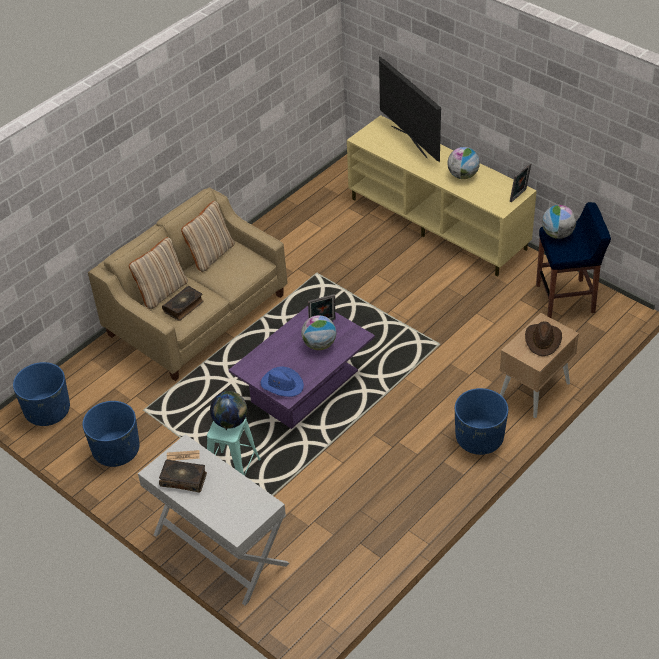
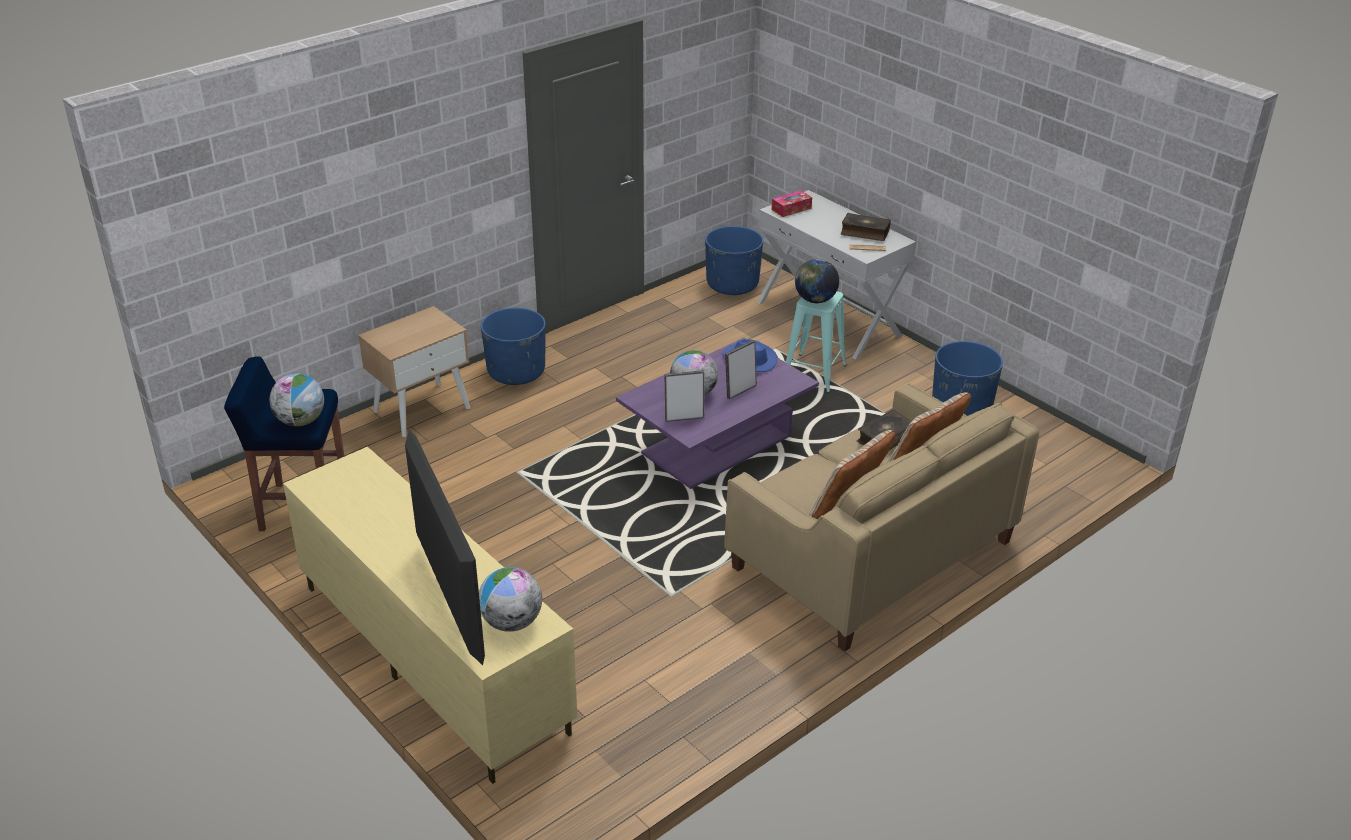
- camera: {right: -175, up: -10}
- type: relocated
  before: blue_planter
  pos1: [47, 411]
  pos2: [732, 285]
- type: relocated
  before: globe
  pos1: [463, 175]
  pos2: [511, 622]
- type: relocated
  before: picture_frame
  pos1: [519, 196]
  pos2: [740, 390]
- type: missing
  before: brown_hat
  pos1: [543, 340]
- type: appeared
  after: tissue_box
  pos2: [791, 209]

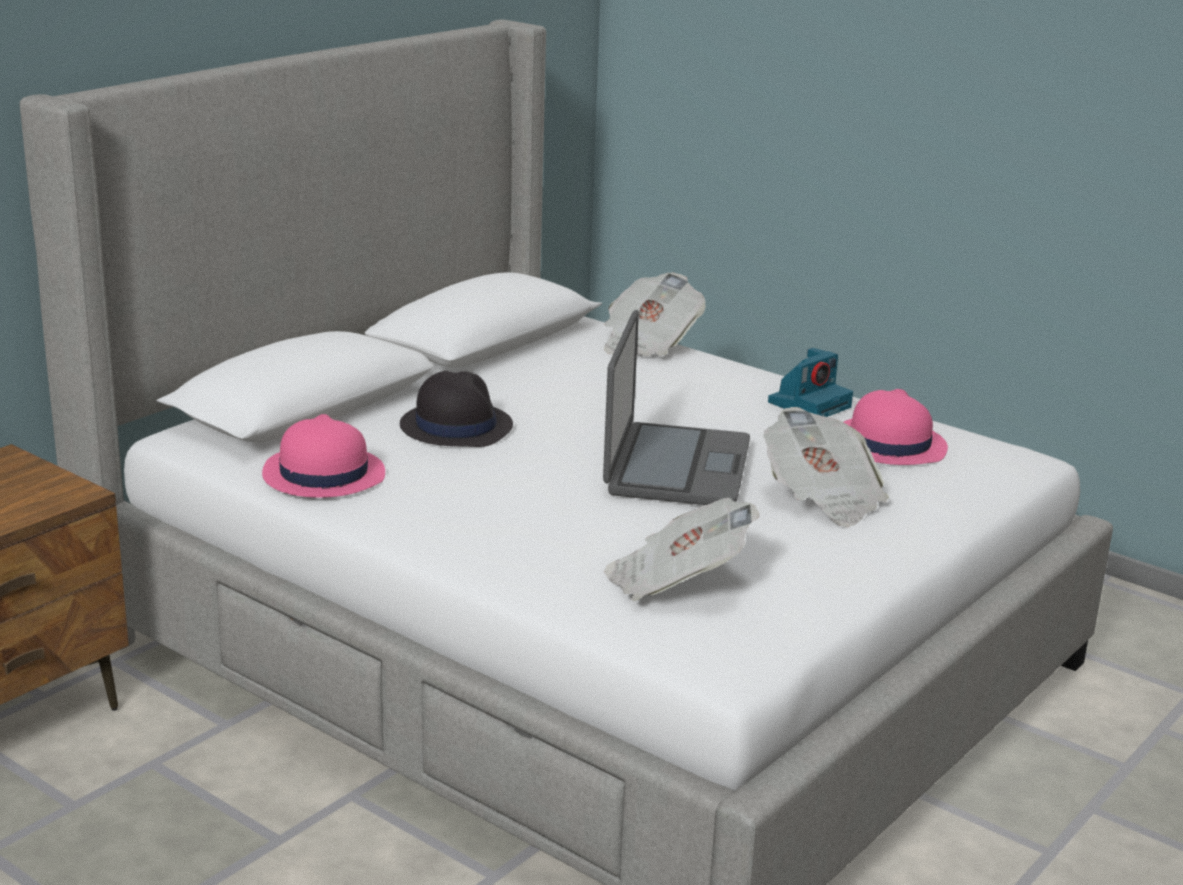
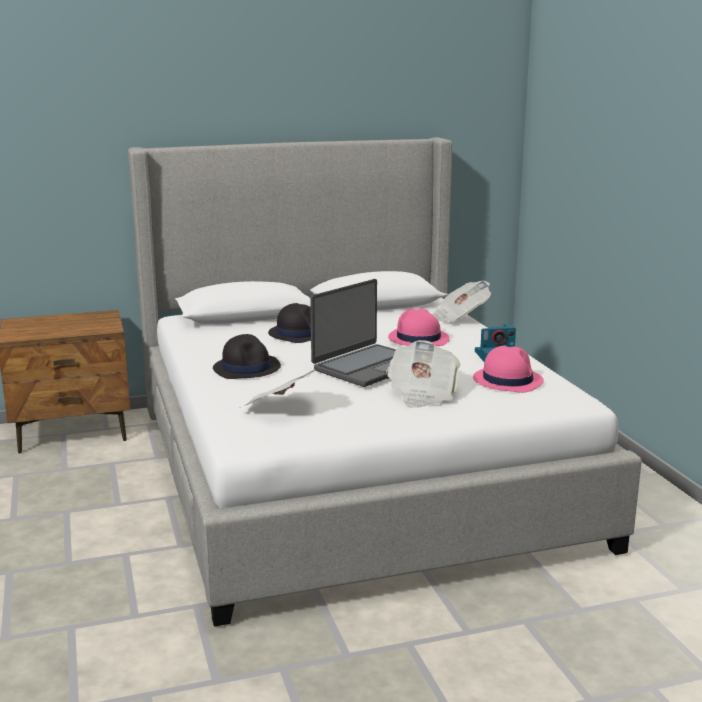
- camera: {right: 35, up: -5}
- type: relocated
  before: pink_hat
  pos1: [322, 474]
  pos2: [418, 338]
- type: appeared
  after: black_hat
  pos2: [247, 368]

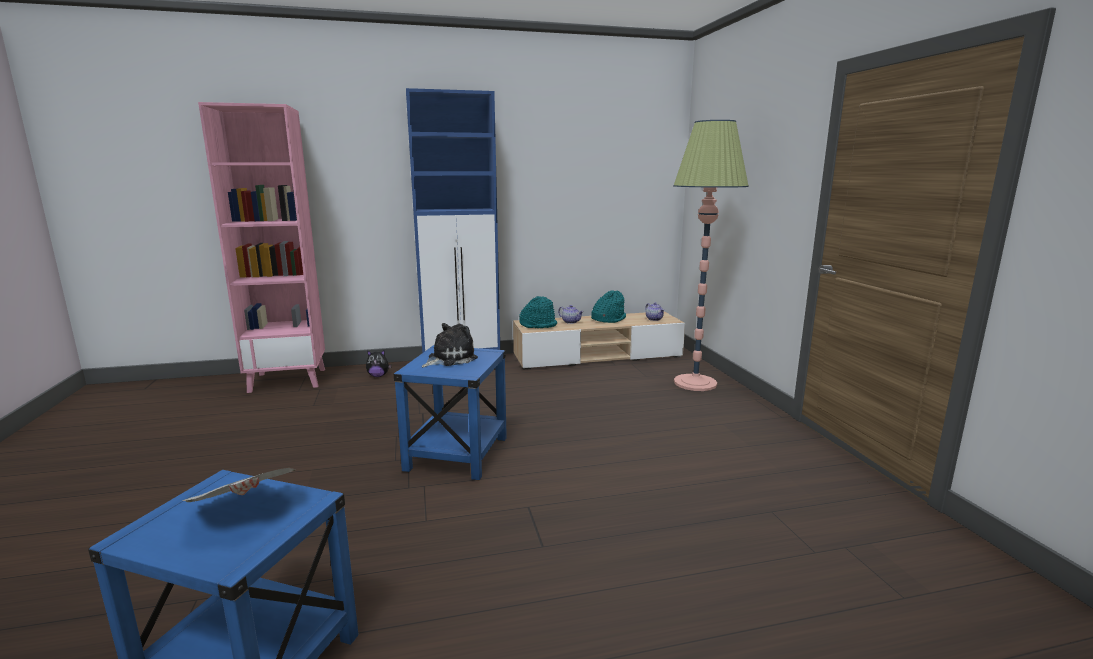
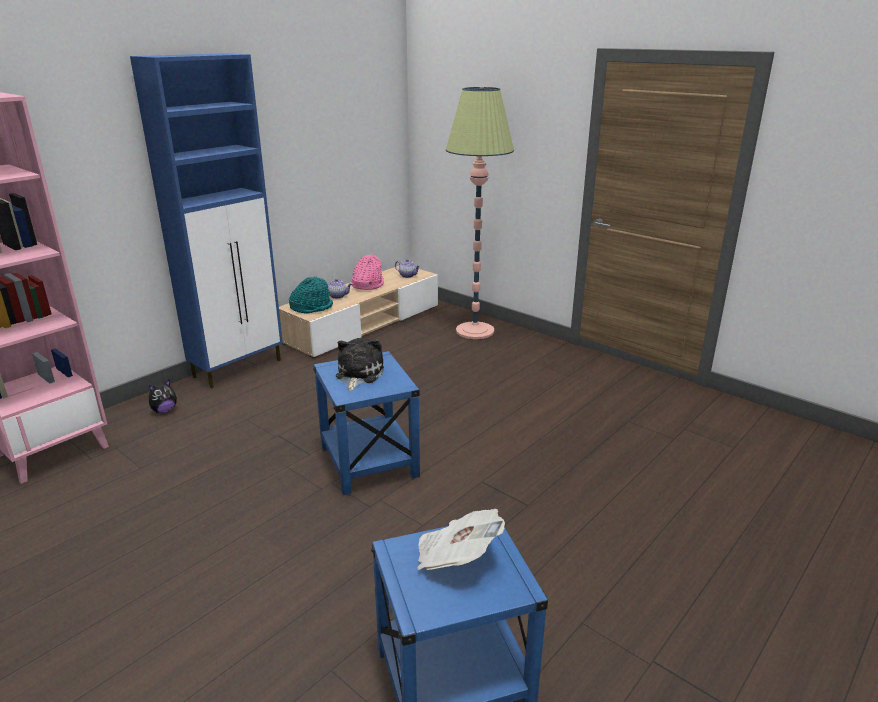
- camera: {right: -35, up: 10}
- type: colour
  before: turquoise_hat
  after: pink_hat
  pos1: [608, 319]
  pos2: [367, 285]

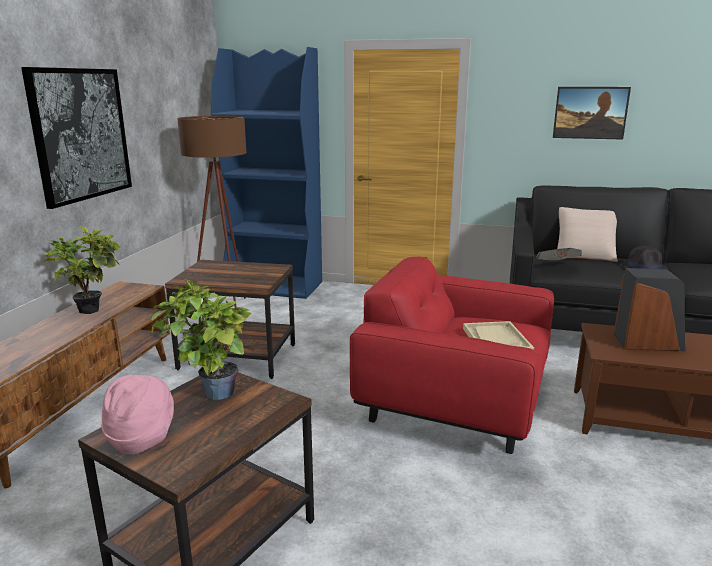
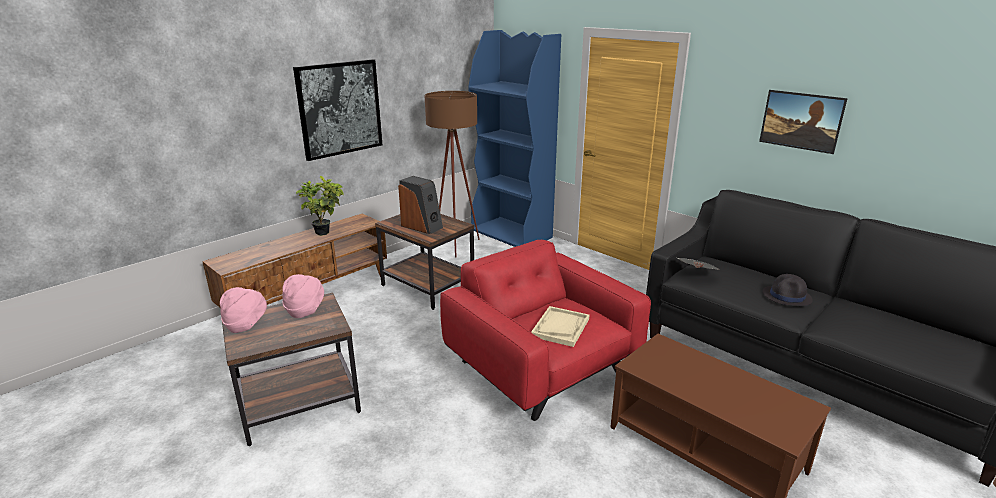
- camera: {right: 30, up: 5}
- type: exchanged
  before: potted_plant
  after: pink_hat
  pos1: [211, 394]
  pos2: [305, 310]
- type: missing
  before: beige_pillow
  pos1: [584, 255]
- type: relocated
  before: speaker
  pos1: [647, 342]
  pos2: [422, 226]

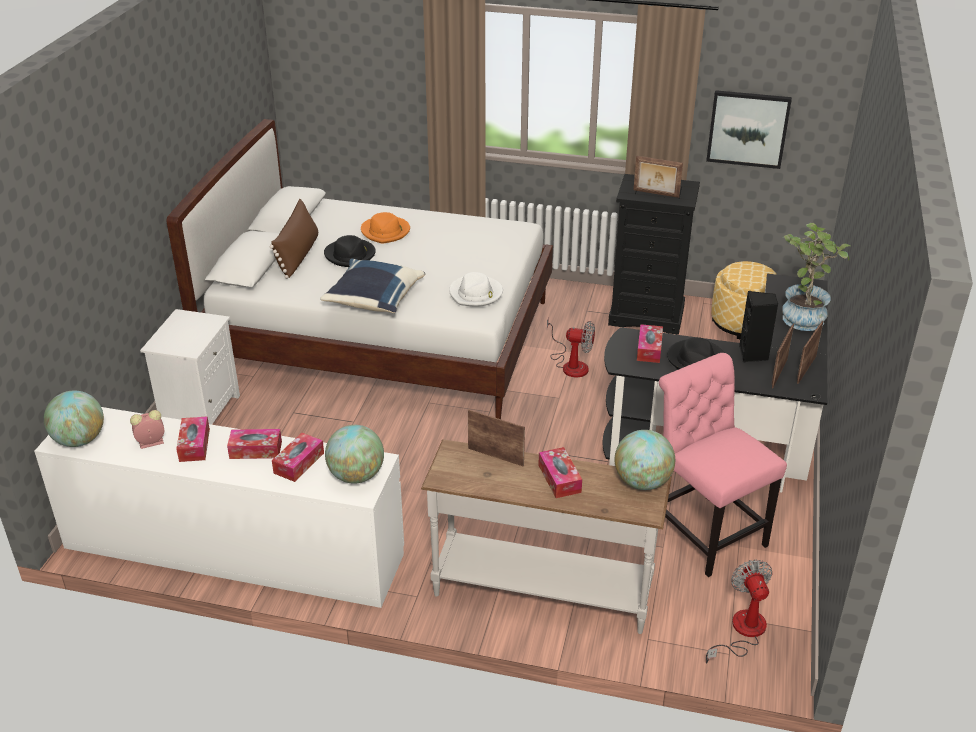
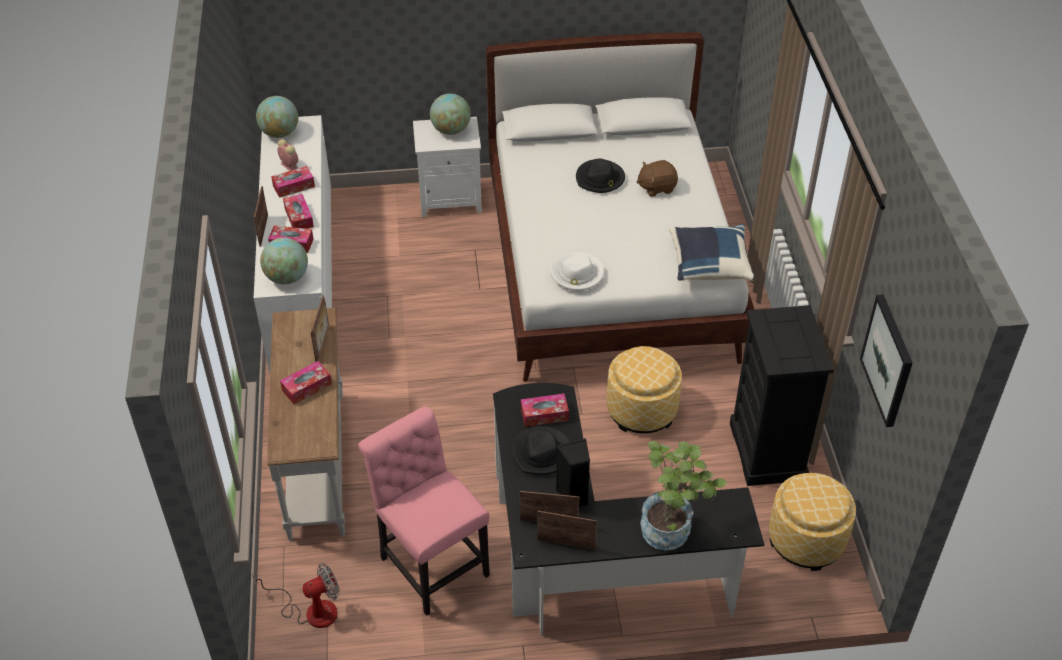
- camera: {right: 70, up: 10}
- type: missing
  before: brown_pillow
  pos1: [298, 255]
- type: relocated
  before: blue_pillow
  pos1: [373, 300]
  pos2: [709, 265]
- type: exchanged
  before: orange_hat
  after: brown_plush_toy
  pos1: [386, 232]
  pos2: [656, 187]
- type: exchanged
  before: fan
  after: ottoman
  pos1: [571, 364]
  pos2: [641, 410]
- type: relocated
  before: globe
  pos1: [642, 482]
  pos2: [451, 130]
- type: relocated
  before: picture_frame
  pos1: [656, 194]
  pos2: [263, 230]
- type: spun
  before: pink_chair
  pos1: [705, 531]
  pos2: [431, 563]
  turn: -75

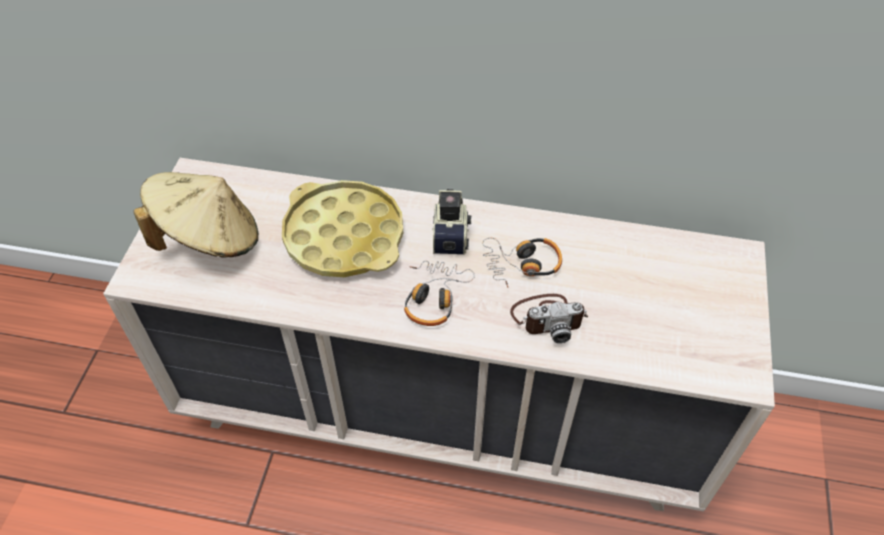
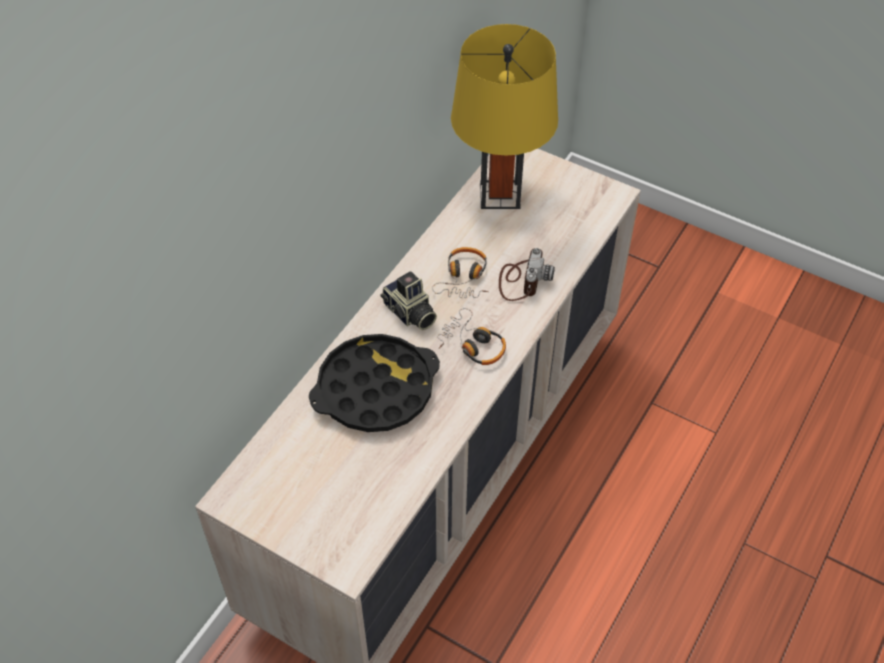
- camera: {right: -70, up: 0}
- type: missing
  before: beige_hat
  pos1: [209, 238]
- type: colour
  before: yellow_tray
  after: black_tray
  pos1: [344, 236]
  pos2: [375, 389]
- type: spun
  before: photo_camera
  pos1: [451, 234]
  pos2: [409, 313]
  turn: -150
- type: appeared
  after: yellow_table_lamp
  pos2: [500, 195]

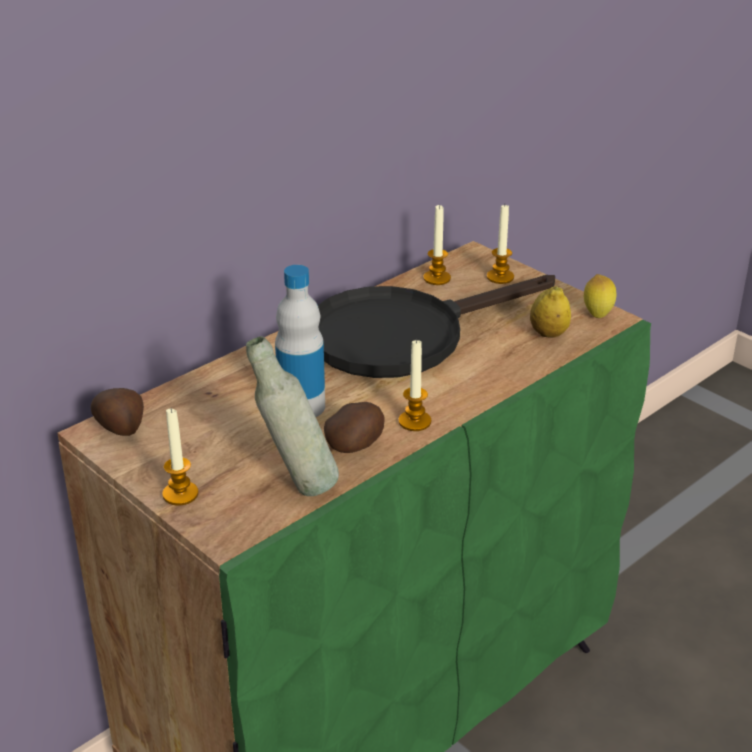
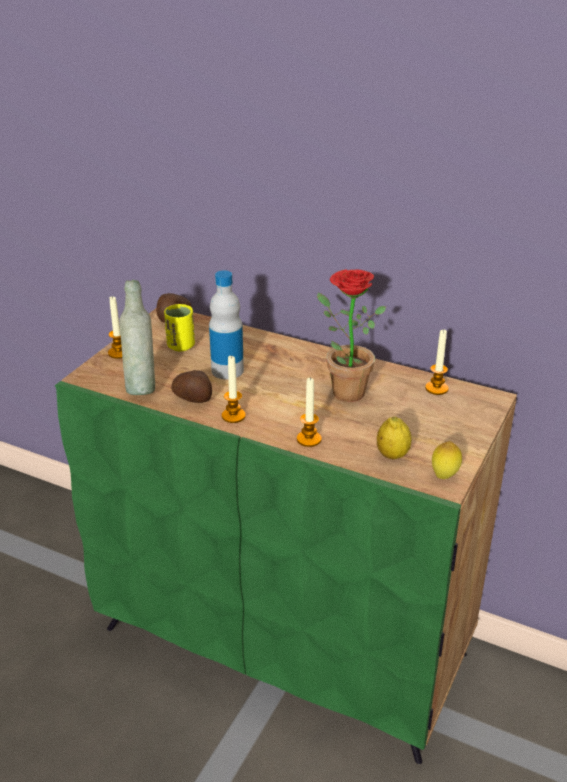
- camera: {right: 70, up: 0}
- type: exchanged
  before: black_frying_pan
  after: potted_plant
  pos1: [404, 335]
  pos2: [342, 390]
- type: relocated
  before: candle
  pos1: [500, 277]
  pos2: [309, 439]
- type: appeared
  after: yellow_cup
  pos2: [181, 346]

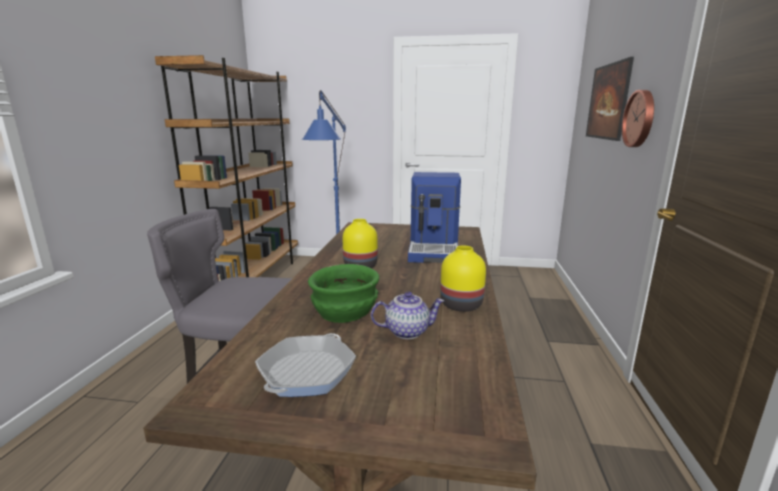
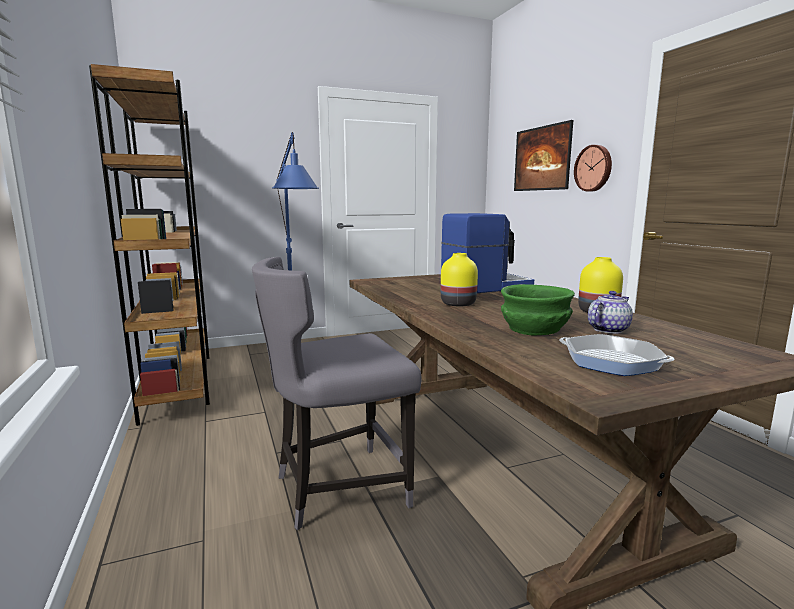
- camera: {right: -30, up: -5}
- type: spun
  before: frying_pan
  pos1: [306, 372]
  pos2: [611, 361]
  turn: -45
- type: spun
  before: coffee_machine
  pos1: [435, 249]
  pos2: [485, 287]
  turn: -90

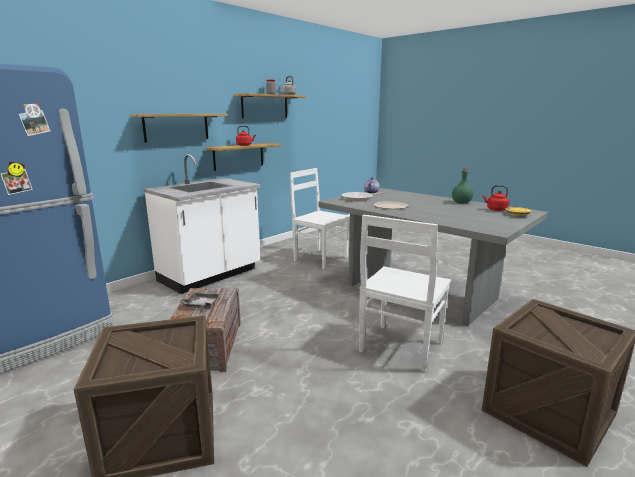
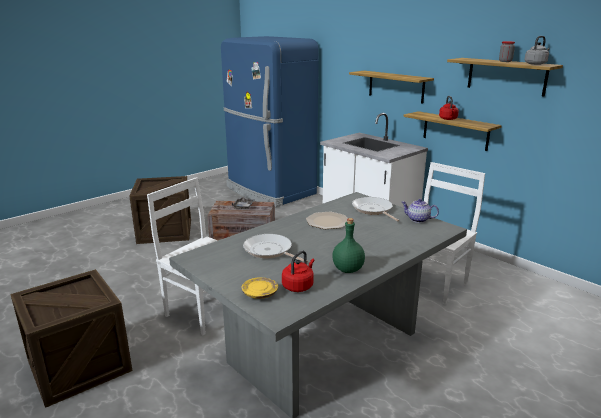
- camera: {right: 95, up: 5}
- type: appeared
  after: frying_pan
  pos2: [270, 251]

